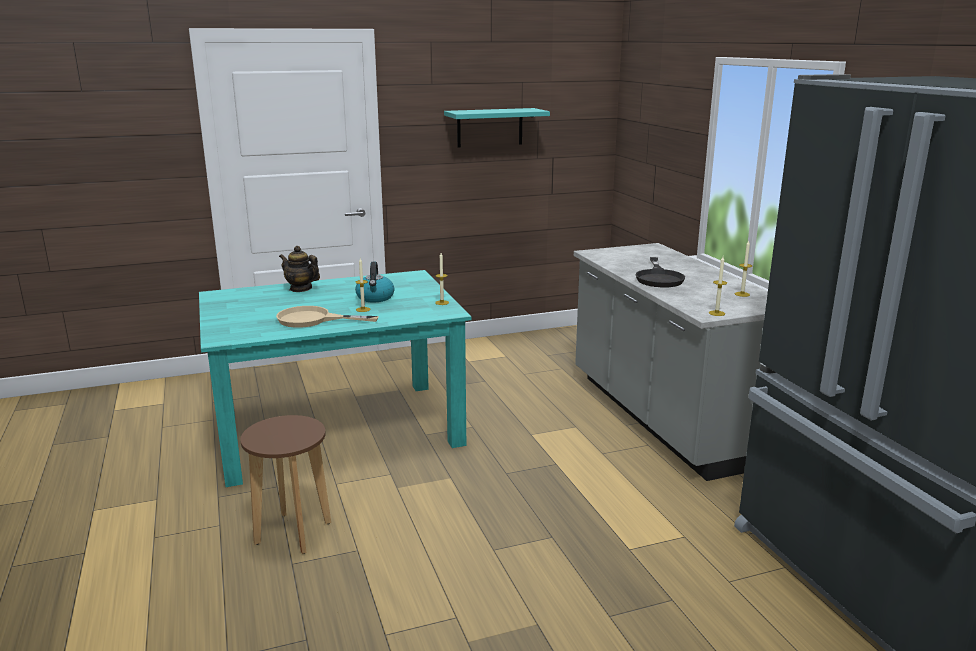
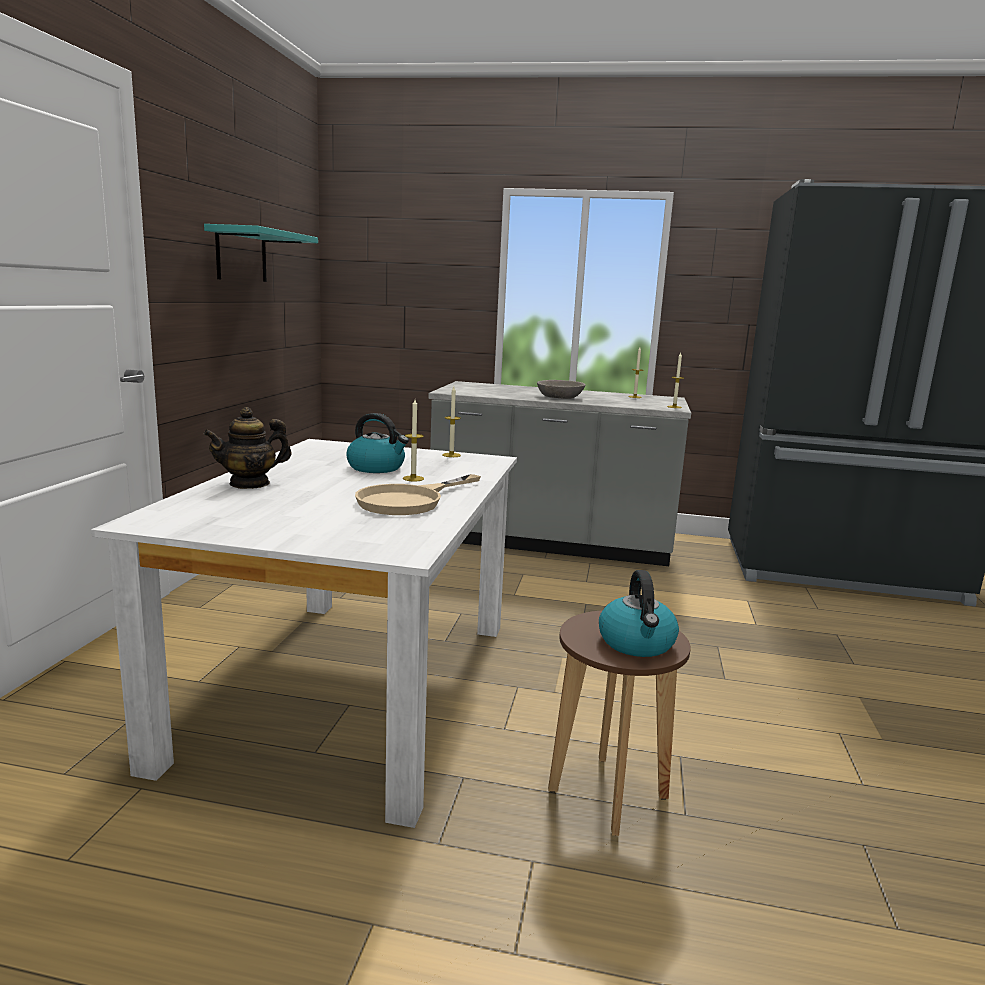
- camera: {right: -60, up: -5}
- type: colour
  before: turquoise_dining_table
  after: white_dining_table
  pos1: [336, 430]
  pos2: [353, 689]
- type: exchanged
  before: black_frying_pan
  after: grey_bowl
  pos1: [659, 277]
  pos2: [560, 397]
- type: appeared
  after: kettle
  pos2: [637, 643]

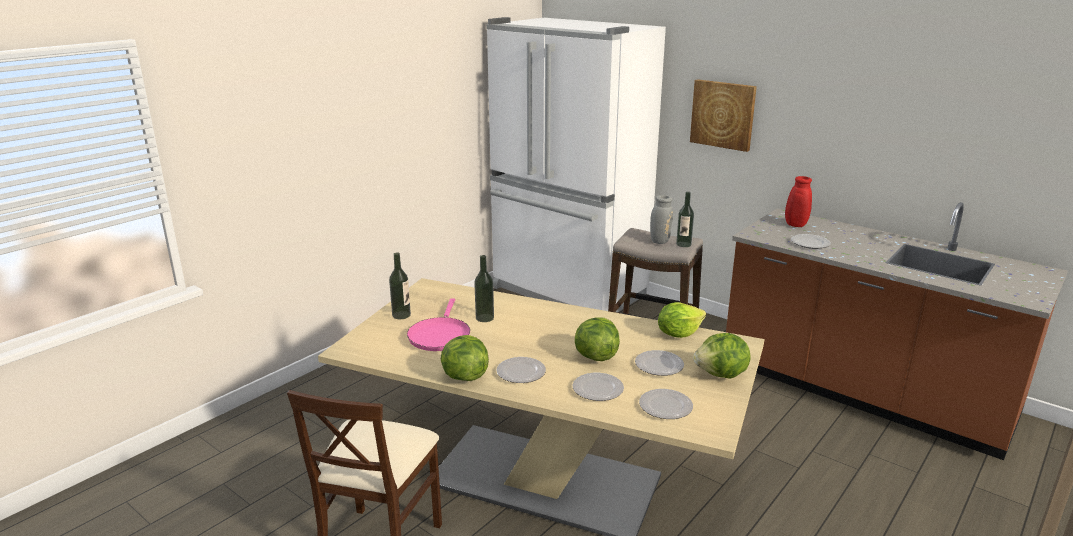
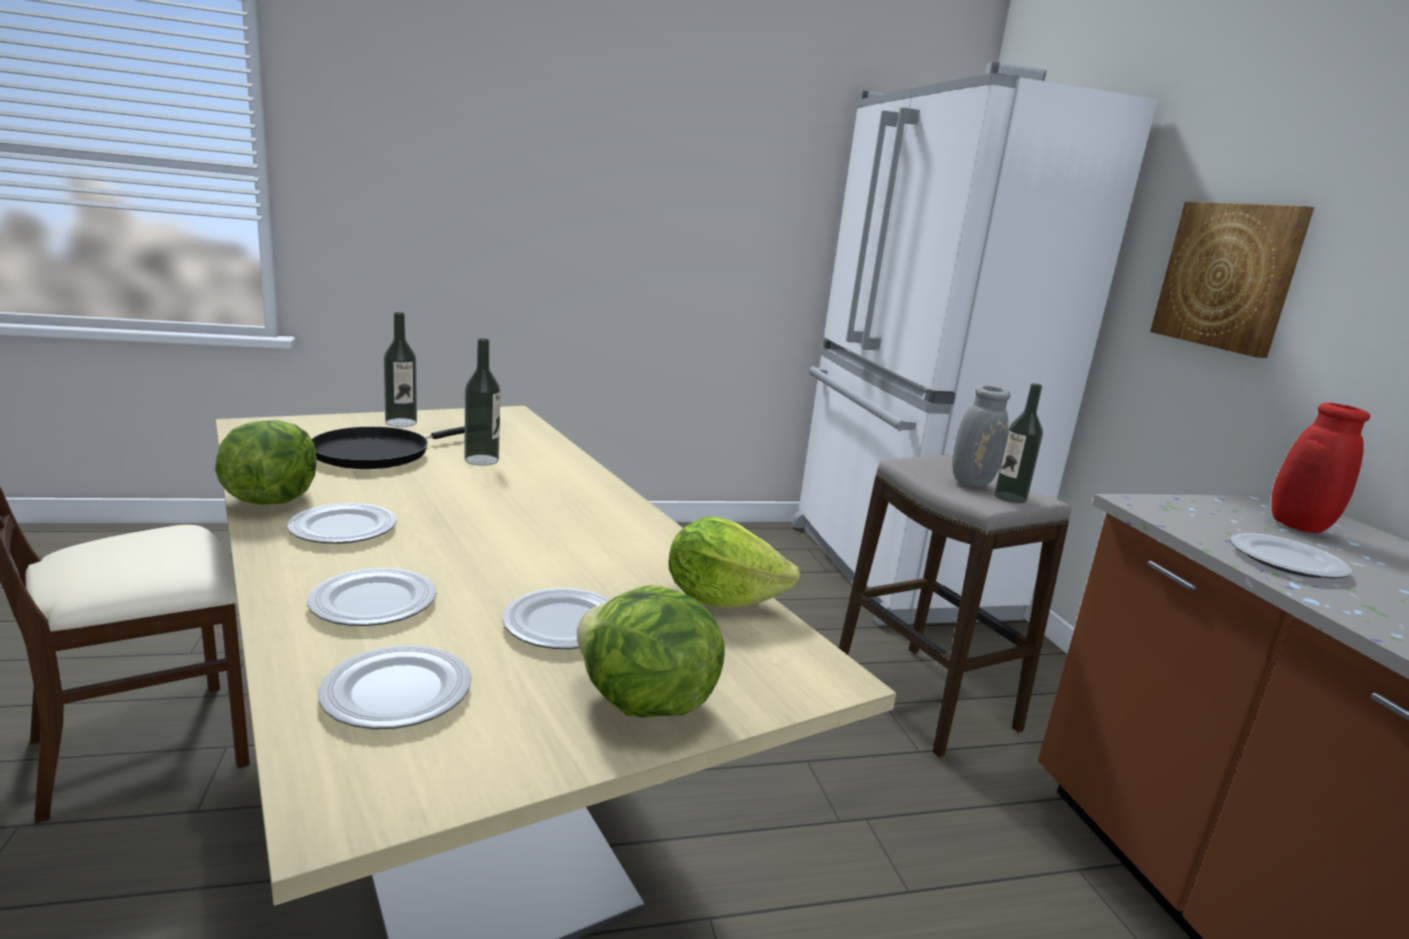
- camera: {right: 35, up: -5}
- type: colour
  before: pink_frying_pan
  after: black_frying_pan
  pos1: [440, 335]
  pos2: [379, 453]
- type: missing
  before: lettuce
  pos1: [595, 356]

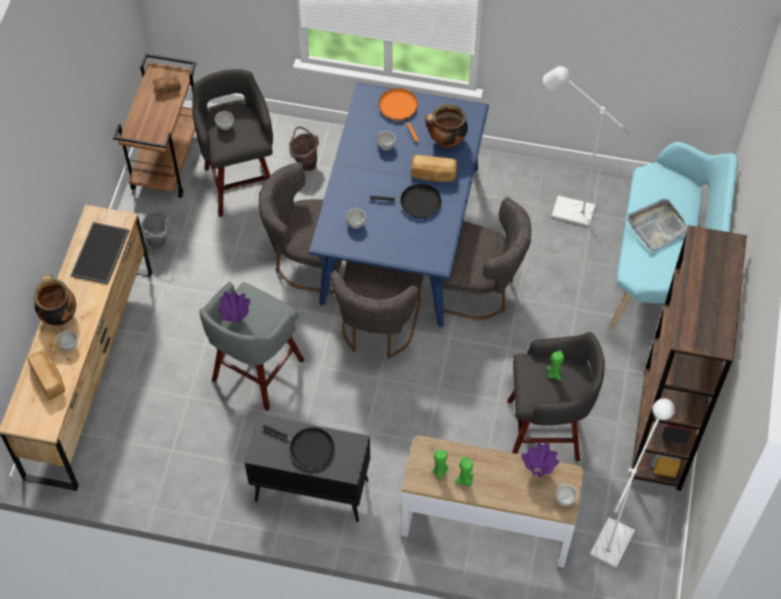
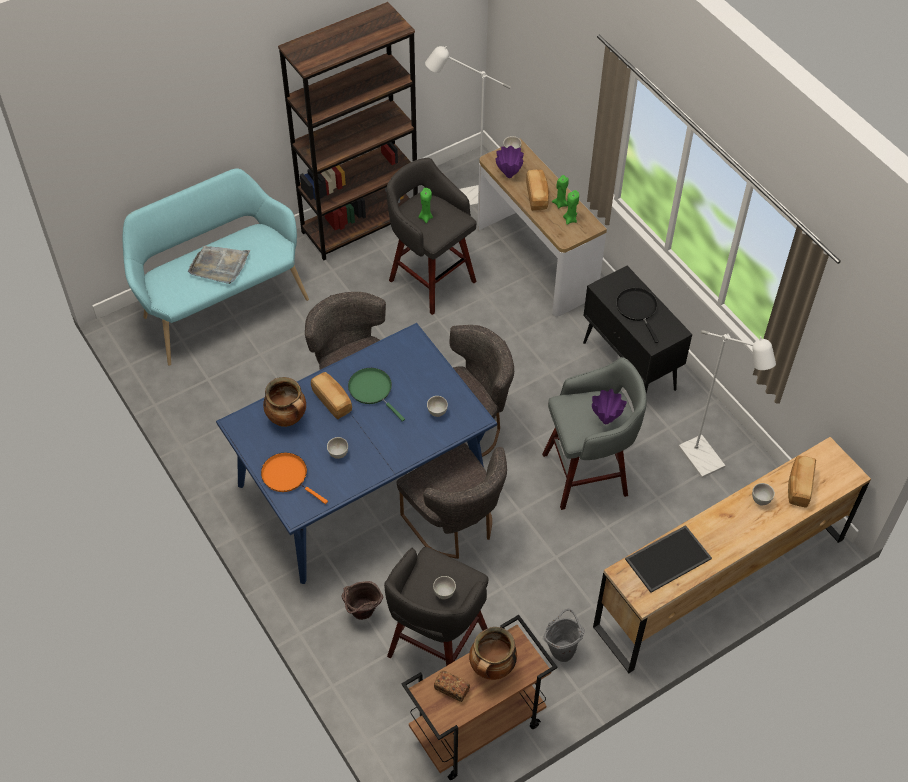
- camera: {right: -135, up: -5}
- type: relocated
  before: cooking_pot
  pos1: [59, 315]
  pos2: [492, 668]
- type: colour
  before: black_frying_pan
  after: green_frying_pan
  pos1: [417, 203]
  pos2: [372, 390]
- type: spun
  before: orange_frying_pan
  pos1: [399, 109]
  pos2: [287, 476]
  turn: 105
- type: relocated
  before: white_floor_lamp
  pos1: [565, 210]
  pos2: [706, 463]
- type: appeared
  after: bread
  pos2: [537, 196]

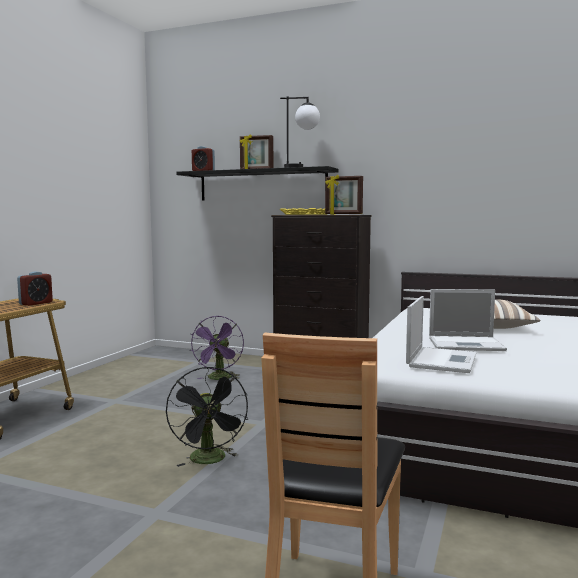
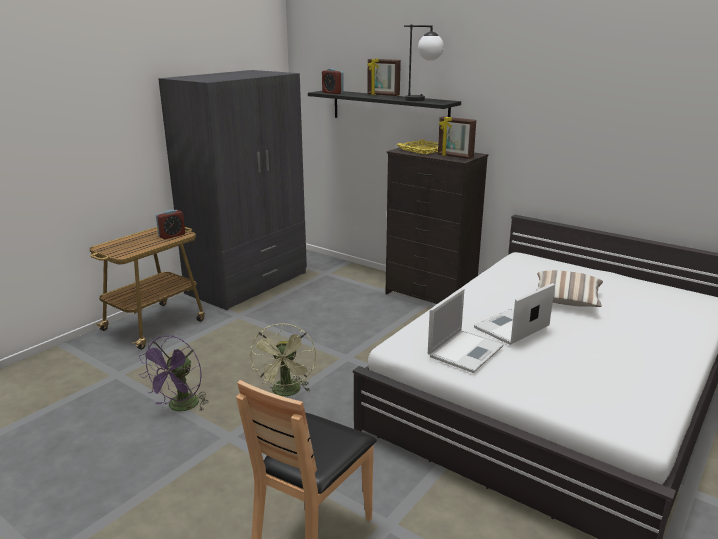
- camera: {right: 15, up: 15}
- type: colour
  before: black_fan
  after: green_fan
  pos1: [210, 461]
  pos2: [286, 393]
- type: relocated
  before: purple_fan
  pos1: [219, 379]
  pos2: [180, 407]
- type: spun
  before: laptop
  pos1: [467, 344]
  pos2: [511, 328]
  turn: 120
- type: appeared
  after: grey_wardrobe
  pos2: [248, 283]

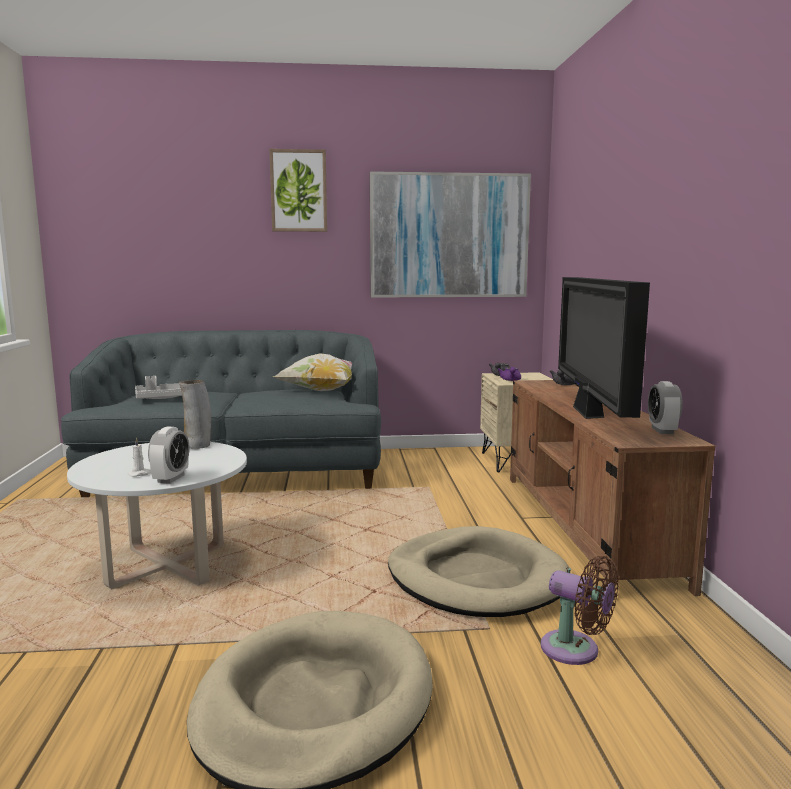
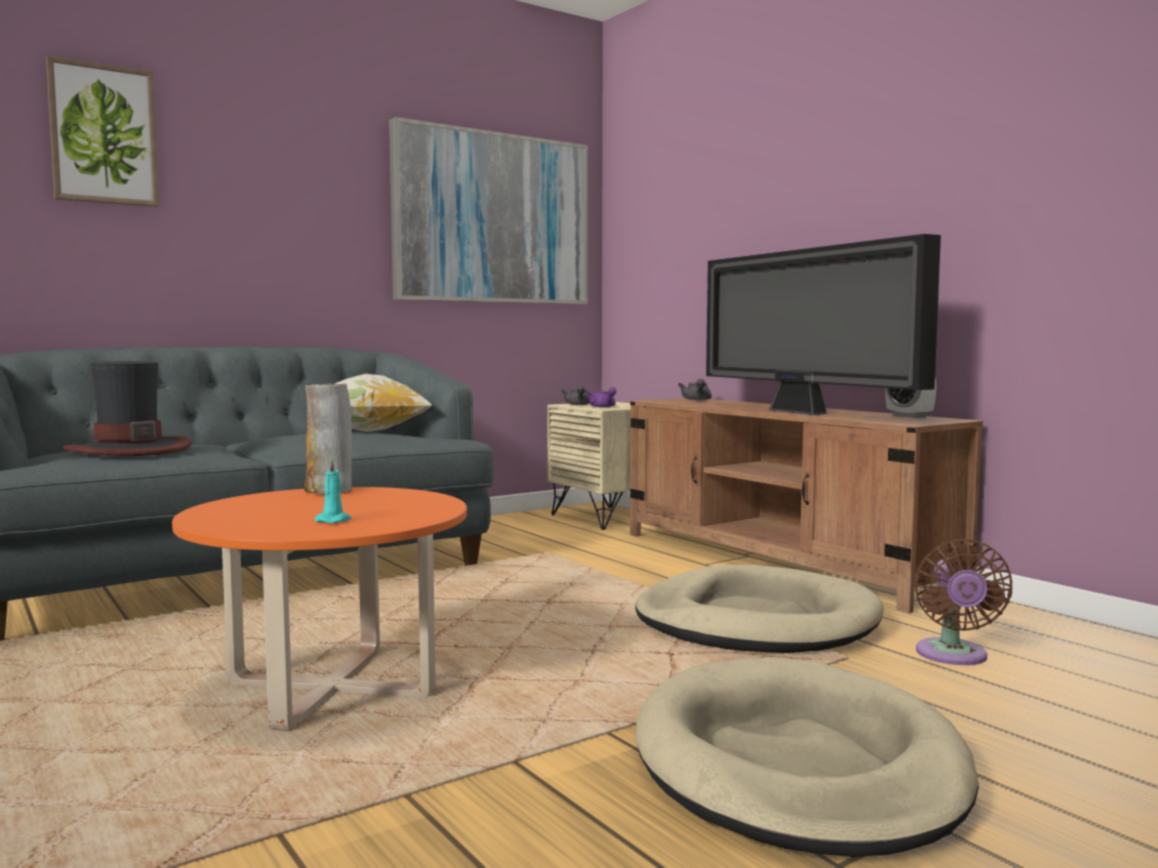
- camera: {right: -30, up: -5}
- type: colour
  before: white_coffee_table
  after: orange_coffee_table
  pos1: [167, 566]
  pos2: [330, 690]
- type: colour
  before: white_candle
  after: turquoise_candle
  pos1: [140, 474]
  pos2: [334, 520]
- type: exchanged
  before: grey_tray
  after: hat
  pos1: [161, 398]
  pos2: [128, 450]
- type: missing
  before: alarm_clock
  pos1: [171, 478]
- type: relocated
  before: picture
  pos1: [298, 191]
  pos2: [103, 134]
- type: spun
  before: brown_fan
  pos1: [575, 650]
  pos2: [953, 656]
  turn: 90

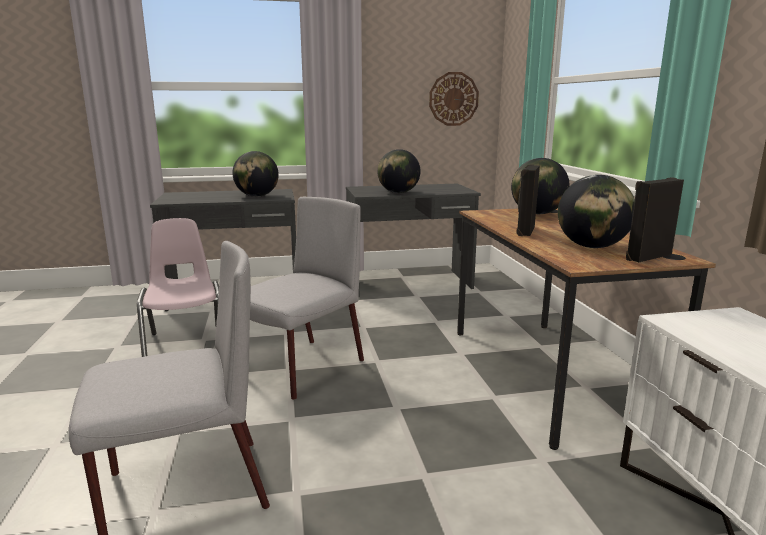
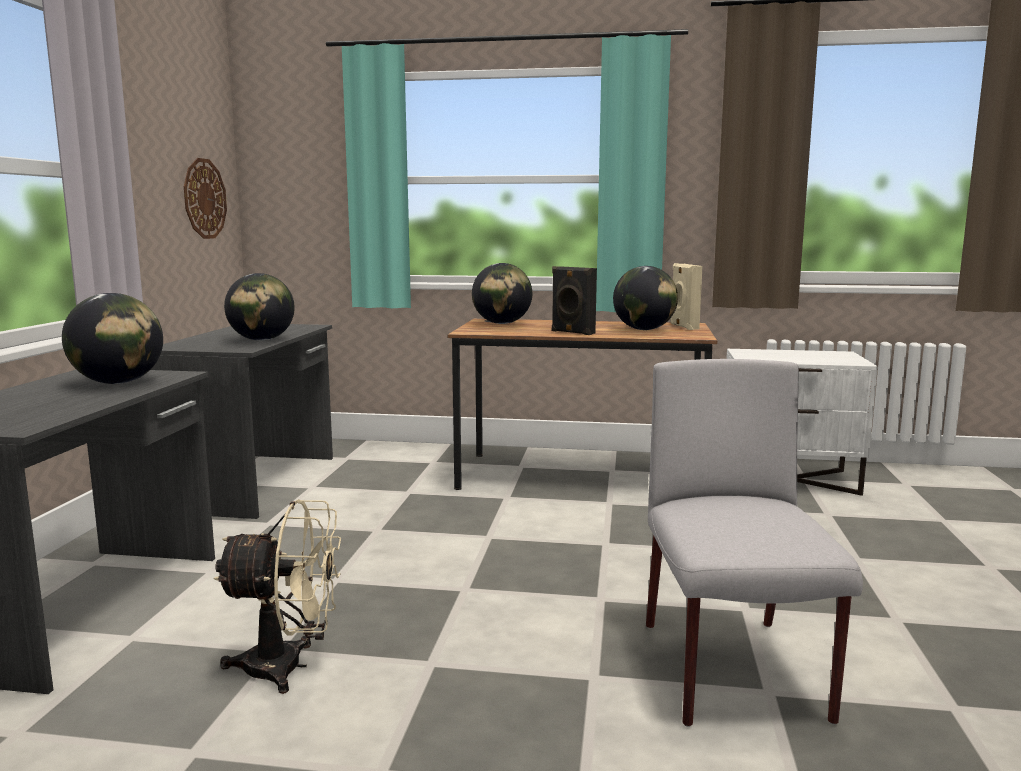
- camera: {right: -70, up: -5}
- type: exchanged
  before: pink_chair
  after: beige_fan
  pos1: [187, 346]
  pos2: [289, 667]
- type: missing
  before: grey_chair
  pos1: [302, 369]
- type: colour
  before: black_speaker
  after: beige_speaker
  pos1: [647, 257]
  pos2: [683, 326]

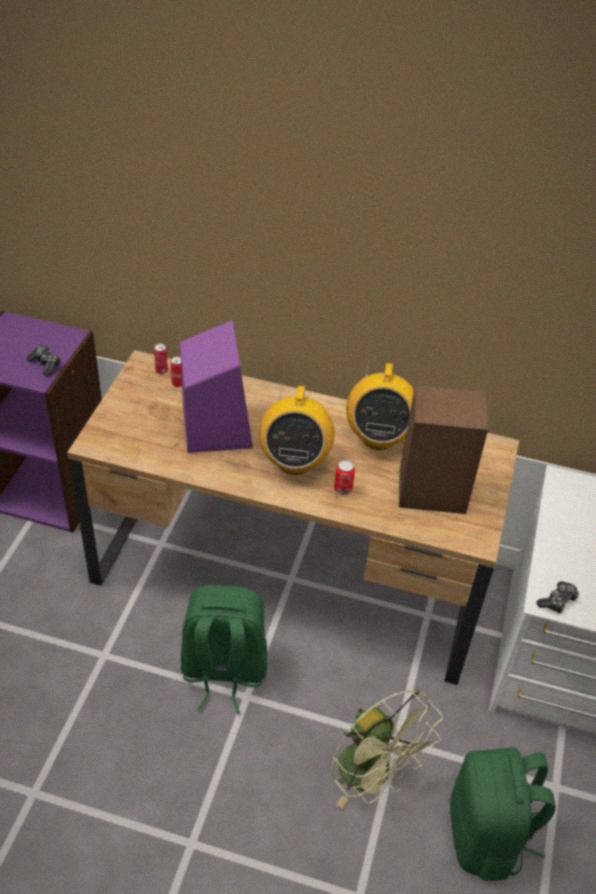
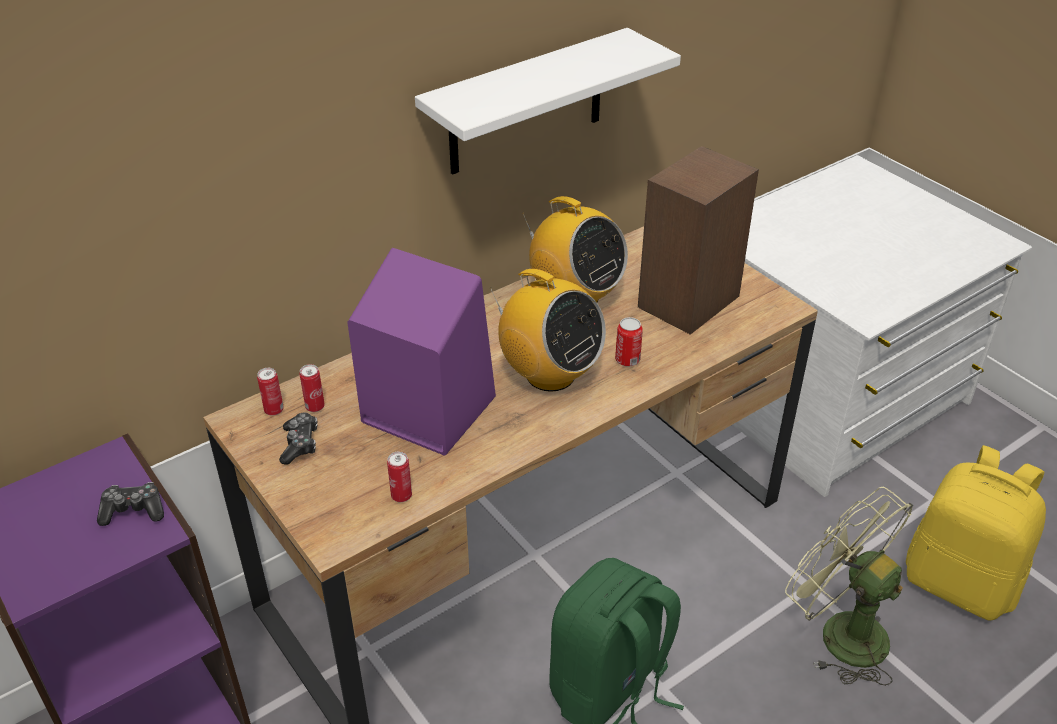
- camera: {right: -50, up: -5}
- type: spun
  before: green_fan
  pos1: [373, 776]
  pos2: [840, 632]
  turn: -135
- type: colour
  before: green_backpack
  after: yellow_backpack
  pos1: [487, 836]
  pos2: [960, 582]
- type: relocated
  before: game_controller
  pos1: [557, 601]
  pos2: [300, 444]
- type: appeared
  after: can
  pos2: [401, 496]
- type: appeared
  after: white_shelf
  pos2: [526, 103]

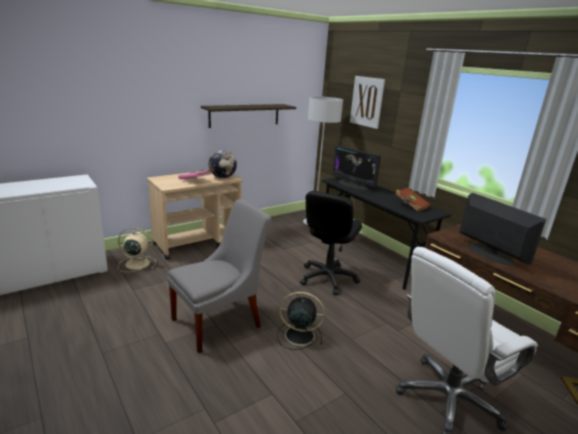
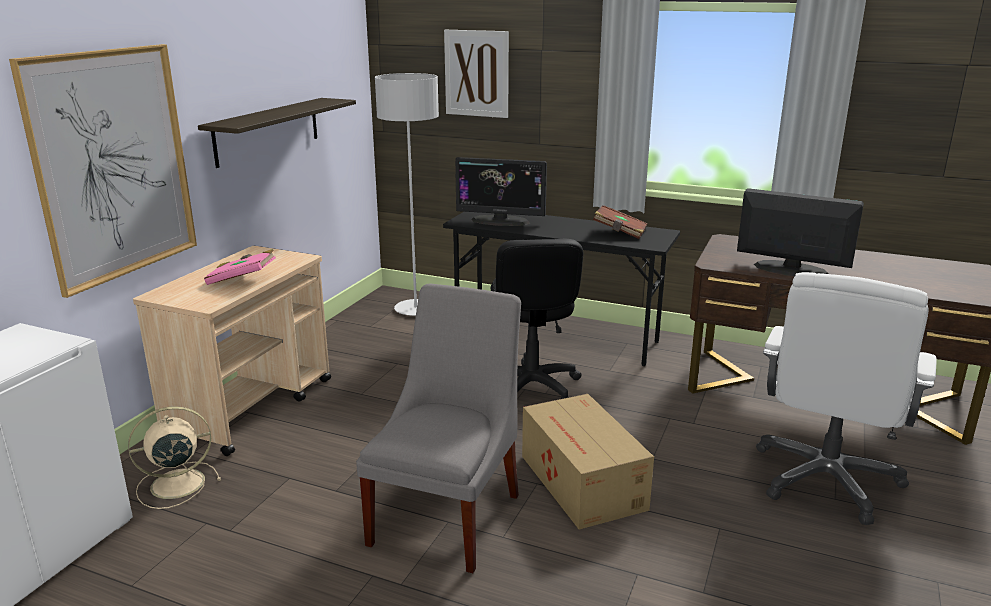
- camera: {right: -30, up: 0}
- type: missing
  before: globe
  pos1: [222, 177]
- type: exchanged
  before: black_fan
  after: cardboard_box
  pos1: [298, 335]
  pos2: [582, 483]
- type: appeared
  after: picture
  pos2: [114, 165]

